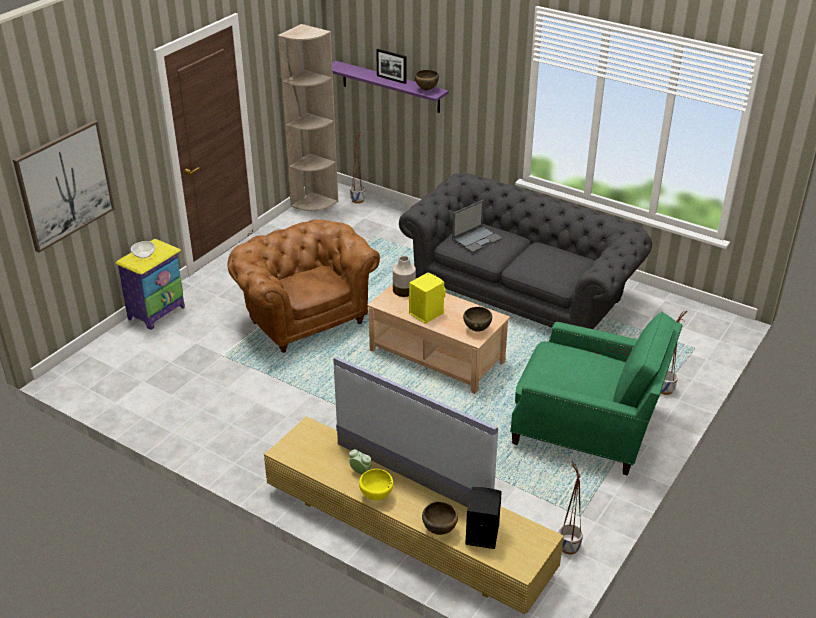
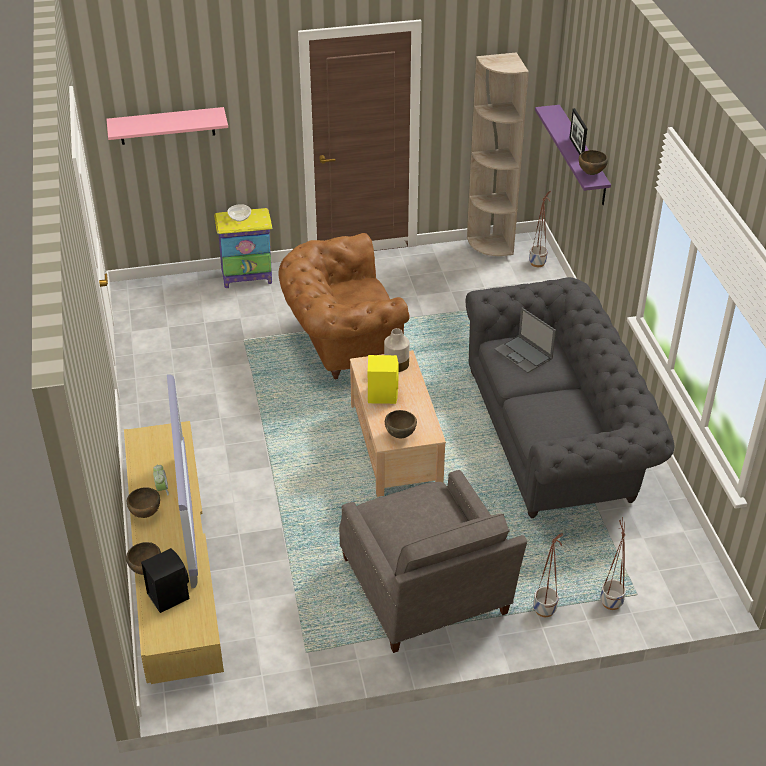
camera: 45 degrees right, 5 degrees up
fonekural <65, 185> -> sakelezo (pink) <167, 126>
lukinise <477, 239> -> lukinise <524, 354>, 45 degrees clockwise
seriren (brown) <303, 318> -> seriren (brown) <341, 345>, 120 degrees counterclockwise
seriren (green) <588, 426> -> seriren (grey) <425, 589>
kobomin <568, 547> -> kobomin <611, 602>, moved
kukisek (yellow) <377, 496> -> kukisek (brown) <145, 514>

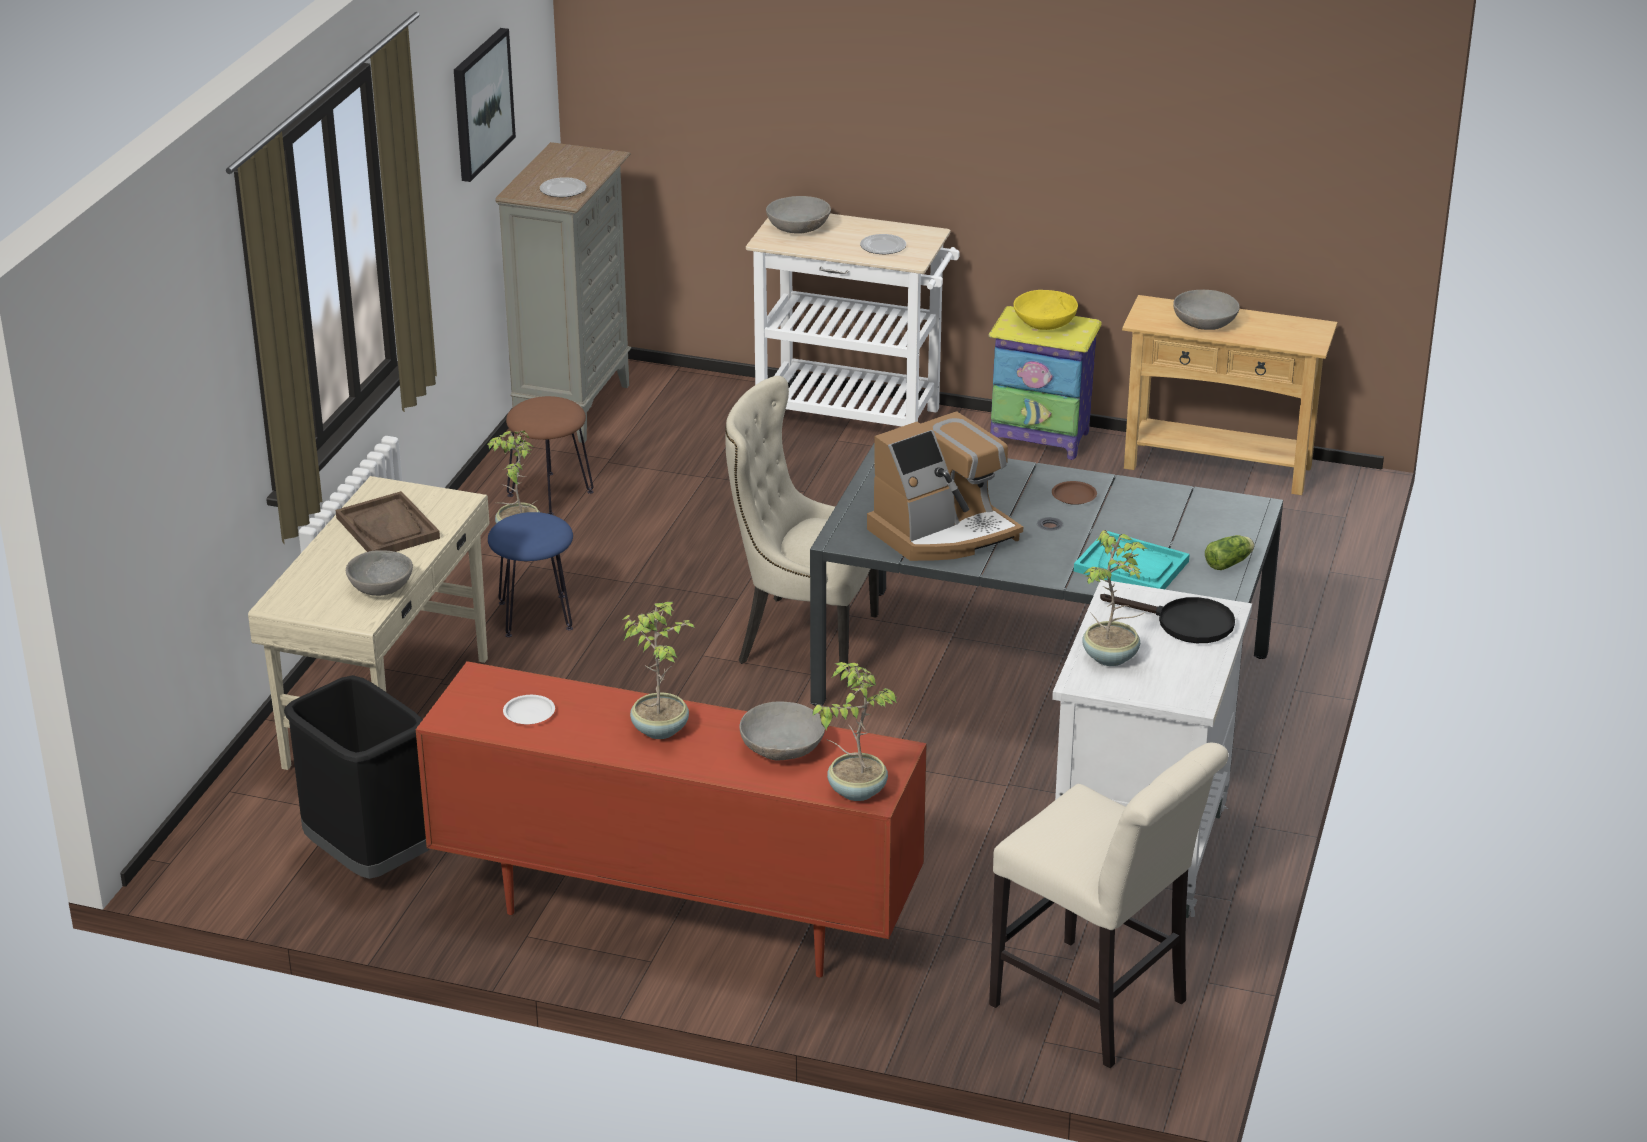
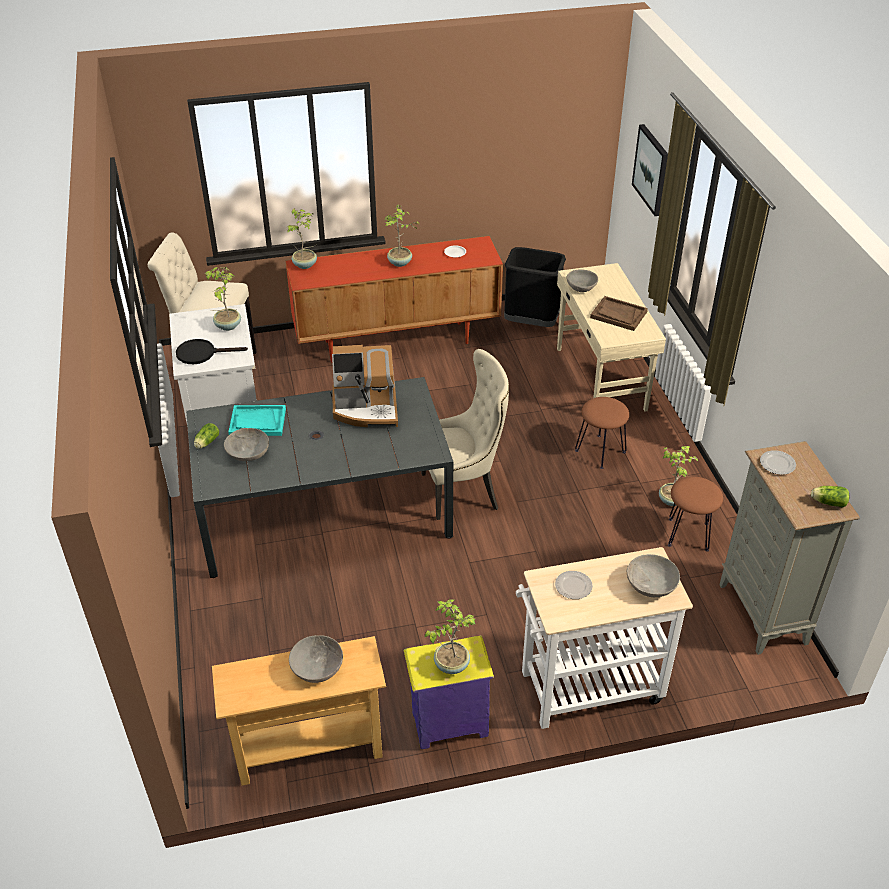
camera: 150 degrees right, 10 degrees up
fonekural <481, 103> -> fonekural <651, 169>, moved
kukisek (yellow) <1044, 322> -> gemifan <451, 664>
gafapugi <944, 533> -> gafapugi <366, 408>, 120 degrees counterclockwise
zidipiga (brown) <1074, 496> -> none
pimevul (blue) <535, 616> -> pimevul (brown) <600, 451>
kukisek (grey) <783, 748> -> kukisek (grey) <247, 453>, moved
none -> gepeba <827, 502>

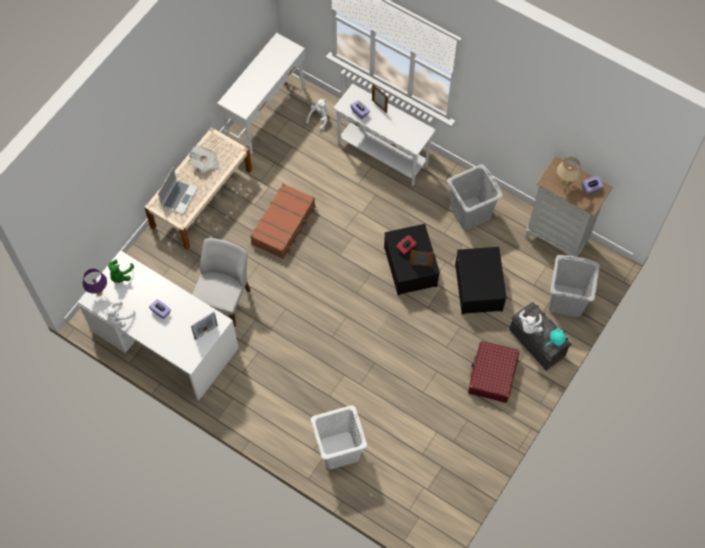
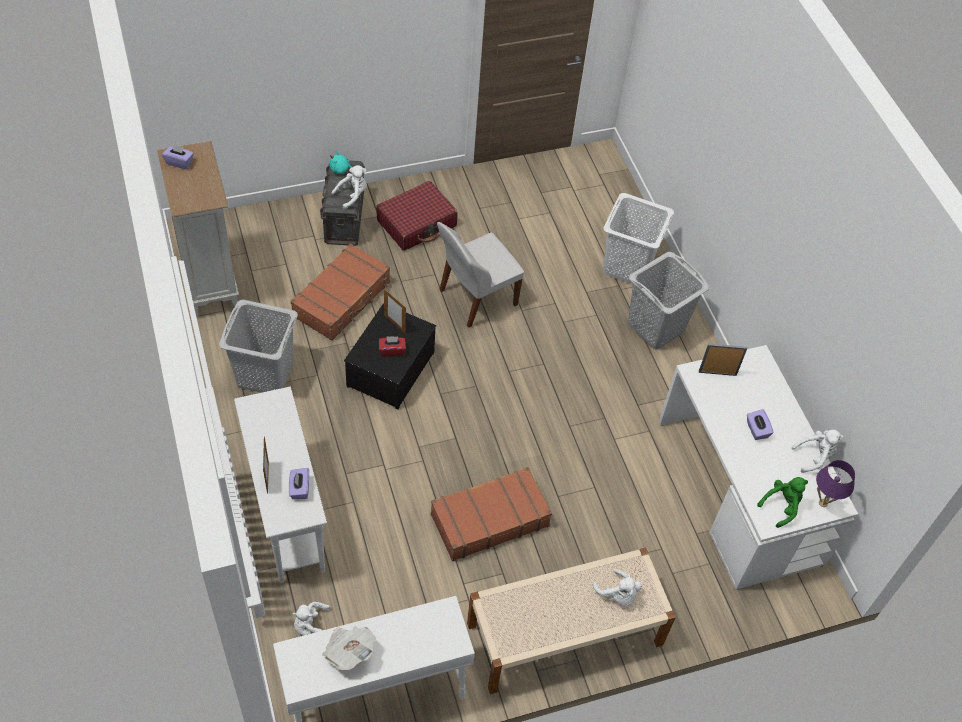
camera: 145 degrees left, 10 degrees down
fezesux <206, 163> -> fezesux <349, 651>, moved
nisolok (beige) <564, 184> -> none
lukinise <179, 197> -> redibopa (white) <617, 595>
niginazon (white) <224, 301> -> niginazon (white) <476, 298>, moved
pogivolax <479, 288> -> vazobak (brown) <342, 299>
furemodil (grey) <567, 300> -> furemodil (grey) <655, 327>, moved

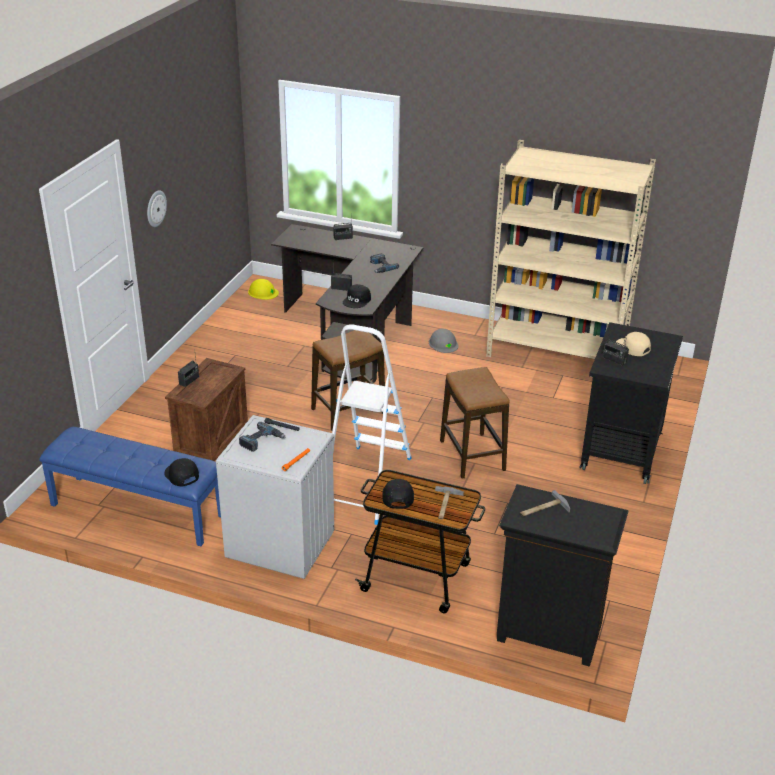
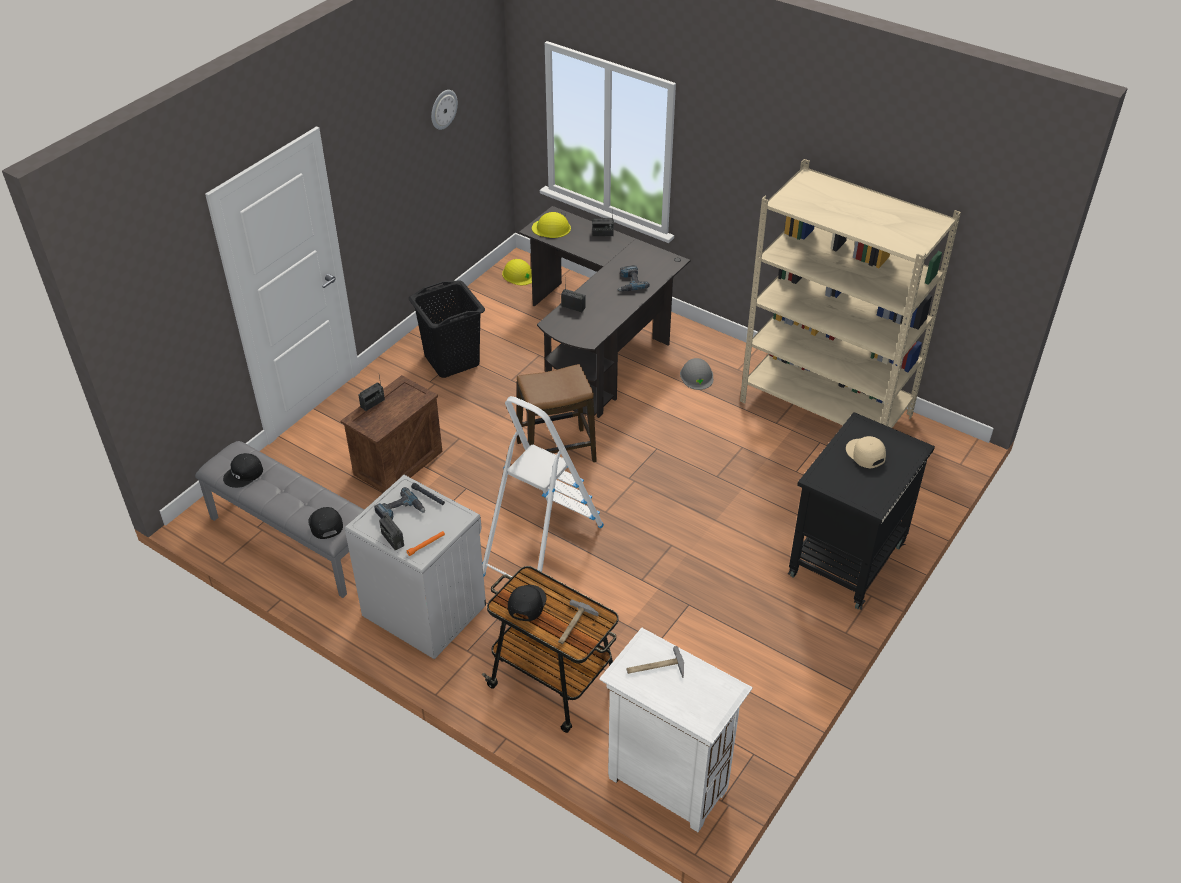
camera: 15 degrees right, 10 degrees up
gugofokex <155, 208> -> gugofokex <443, 109>, moved
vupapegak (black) <357, 300> -> vupapegak (black) <244, 474>, moved
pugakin <614, 360> -> pugakin <392, 539>, moved
pimevul <472, 456> -> none
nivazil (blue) <137, 510> -> nivazil (grey) <293, 541>
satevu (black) <546, 636> -> satevu (white) <665, 785>
none -> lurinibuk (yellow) <551, 228>
none -> furemodil (black) <452, 360>

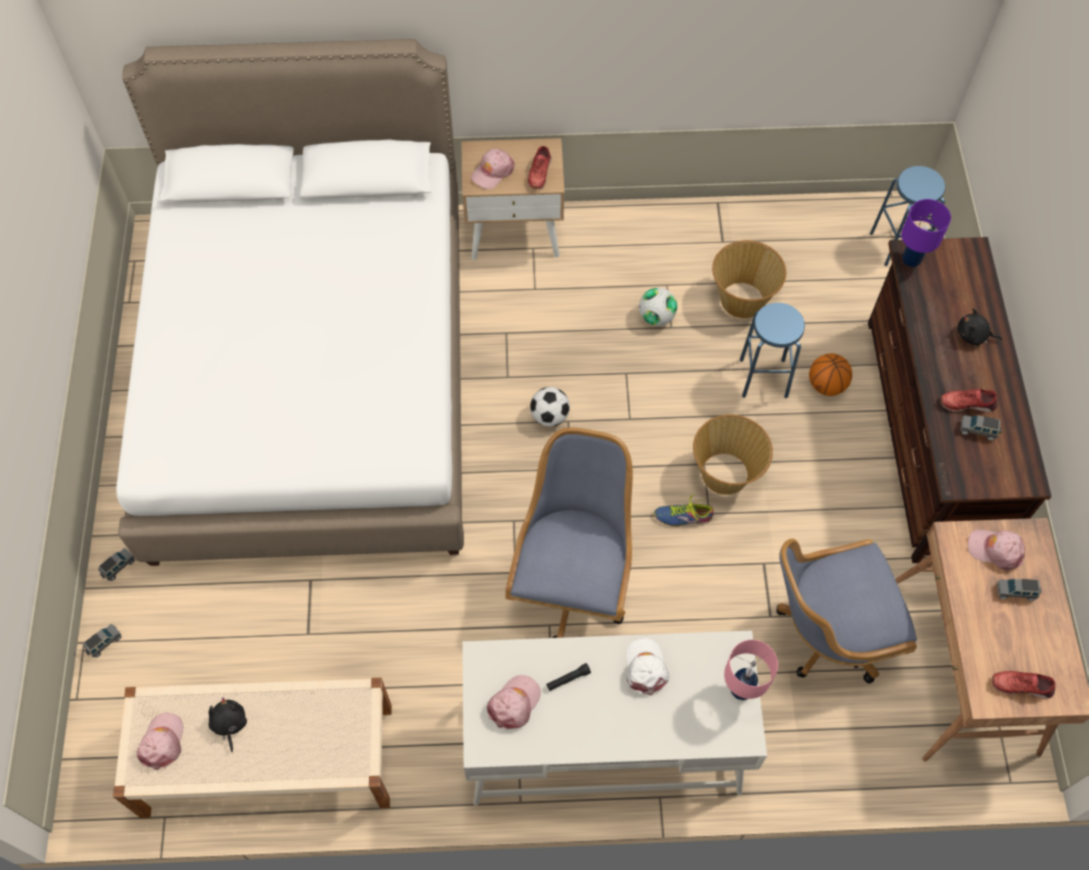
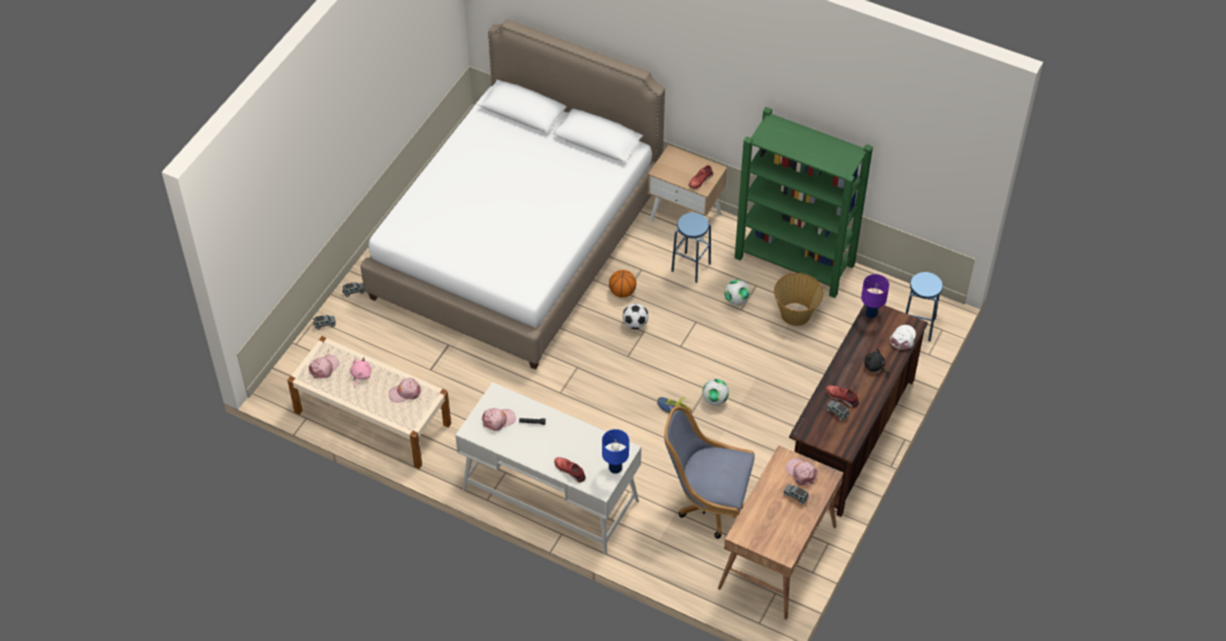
camera: 30 degrees right, 10 degrees down
vupapegak (pink) <492, 172> -> vupapegak (pink) <405, 392>, moved
pimevul (blue) <763, 378> -> pimevul (blue) <691, 267>, moved
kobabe <826, 385> -> kobabe <622, 292>, moved
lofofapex <725, 474> -> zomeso <715, 400>
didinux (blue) <572, 582> -> none
vupapegak (white) <645, 668> -> vupapegak (white) <903, 338>, moved
nisolok (pink) <740, 688> -> nisolok (blue) <615, 468>
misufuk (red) <1021, 685> -> misufuk (red) <570, 470>, moved
redibopa (black) <229, 724> -> redibopa (pink) <360, 375>
none -> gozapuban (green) <794, 261>

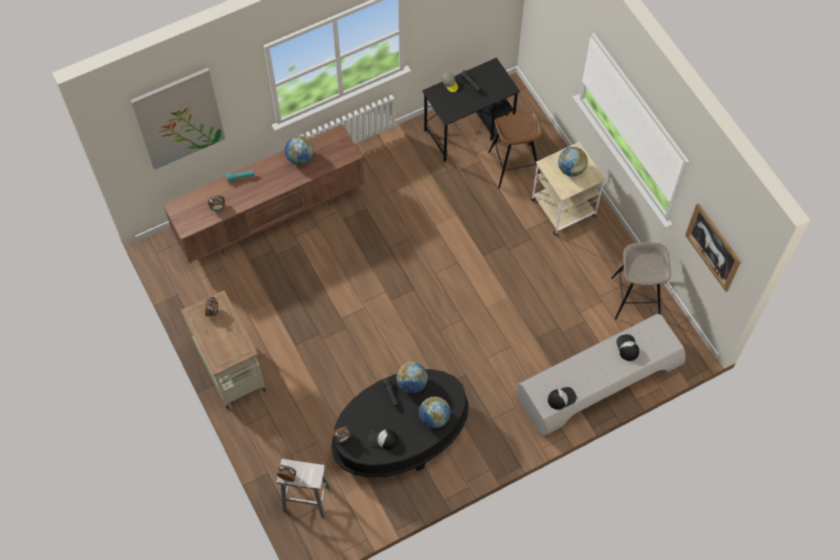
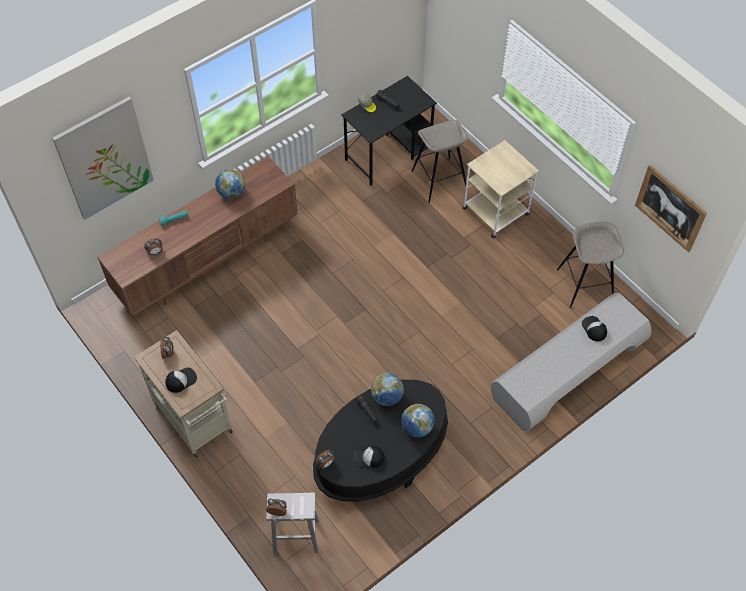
camera: 10 degrees left, 5 degrees down
pimevul (brown) <513, 166> -> pimevul (grey) <439, 180>
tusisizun <571, 169> -> none
vupapegak <561, 398> -> vupapegak <181, 380>, moved

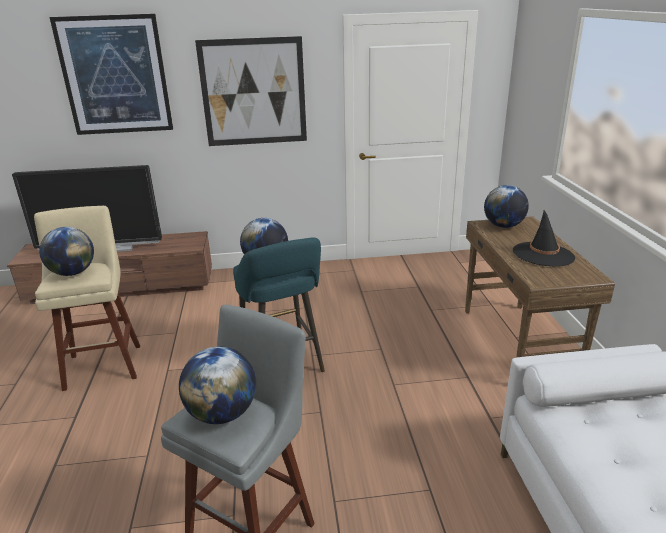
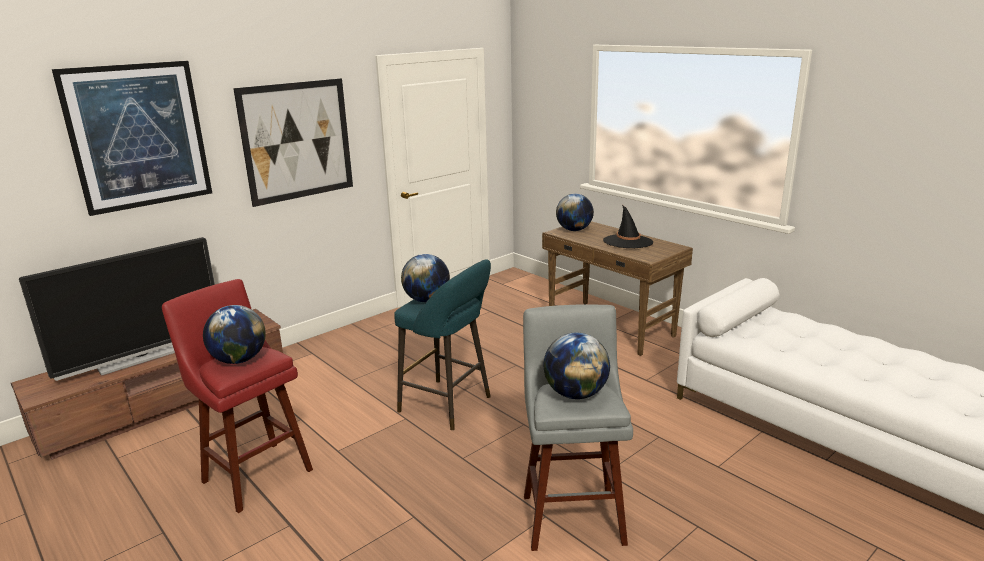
camera: 35 degrees left, 5 degrees down
pimevul (beige) <104, 365> -> pimevul (red) <256, 473>

